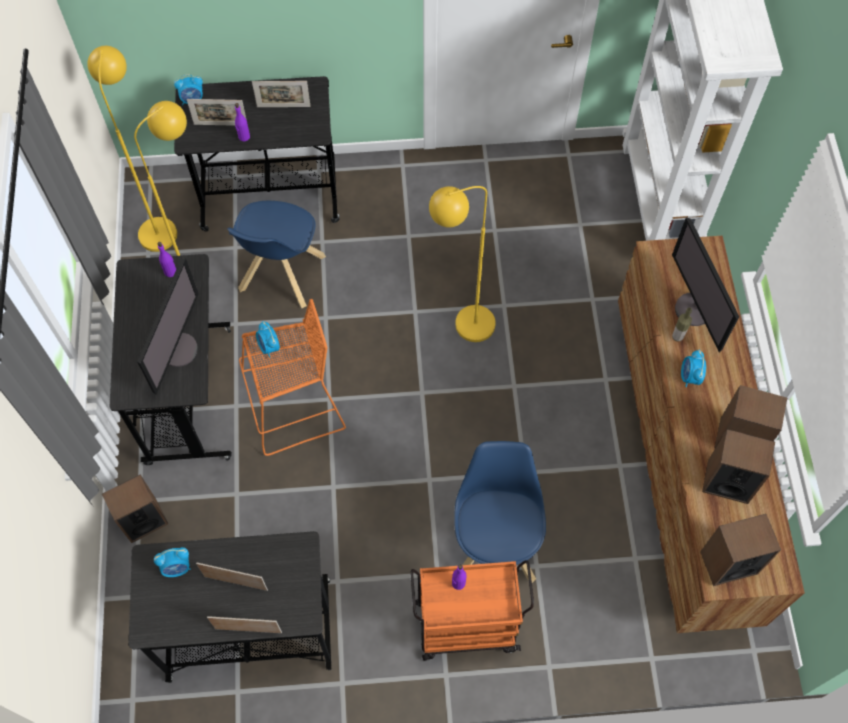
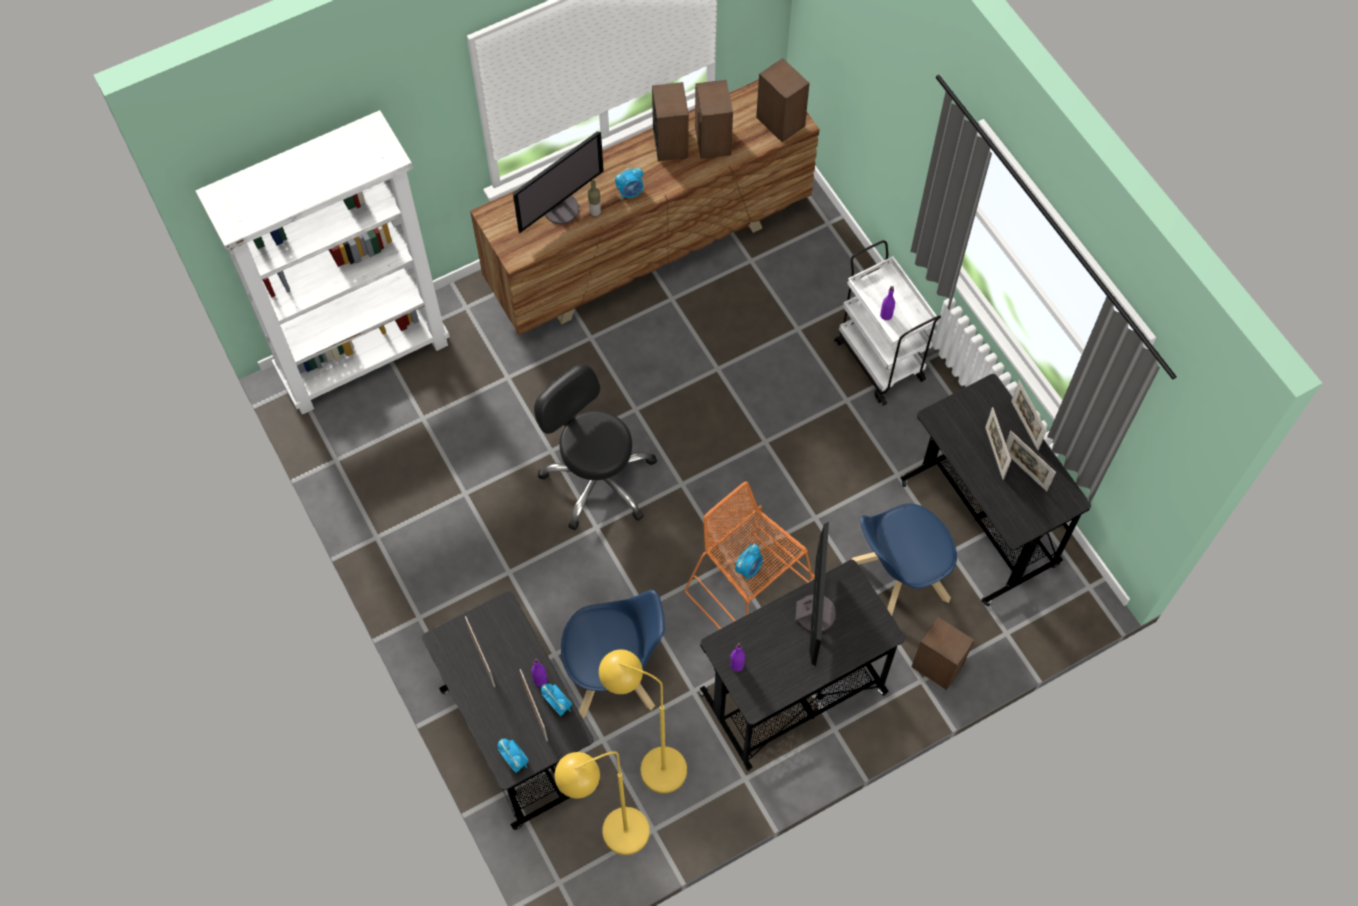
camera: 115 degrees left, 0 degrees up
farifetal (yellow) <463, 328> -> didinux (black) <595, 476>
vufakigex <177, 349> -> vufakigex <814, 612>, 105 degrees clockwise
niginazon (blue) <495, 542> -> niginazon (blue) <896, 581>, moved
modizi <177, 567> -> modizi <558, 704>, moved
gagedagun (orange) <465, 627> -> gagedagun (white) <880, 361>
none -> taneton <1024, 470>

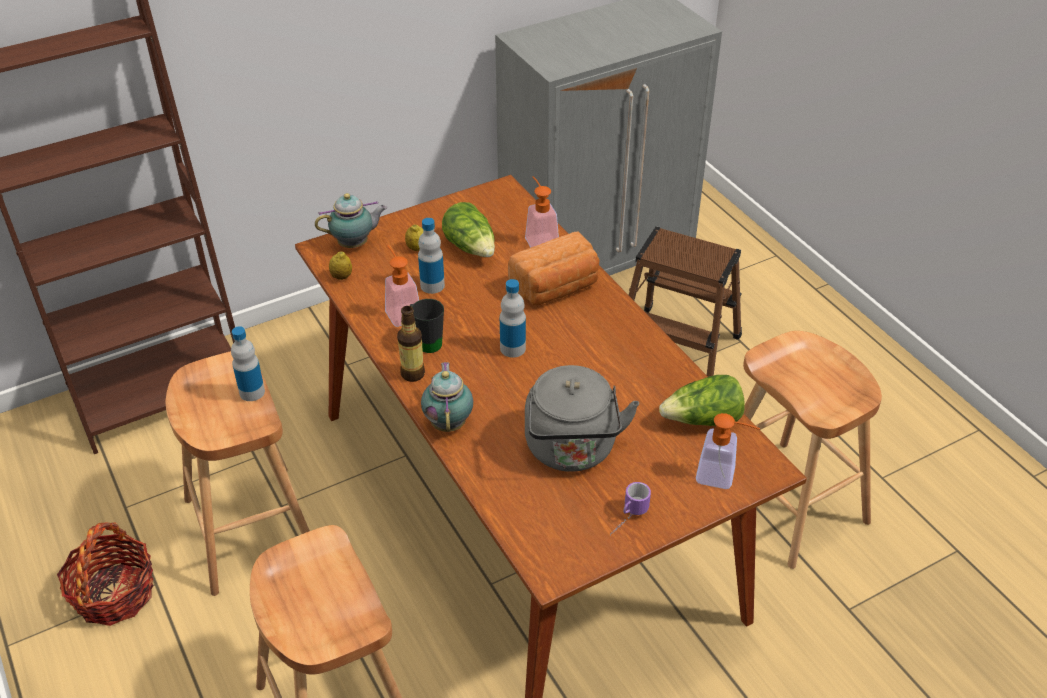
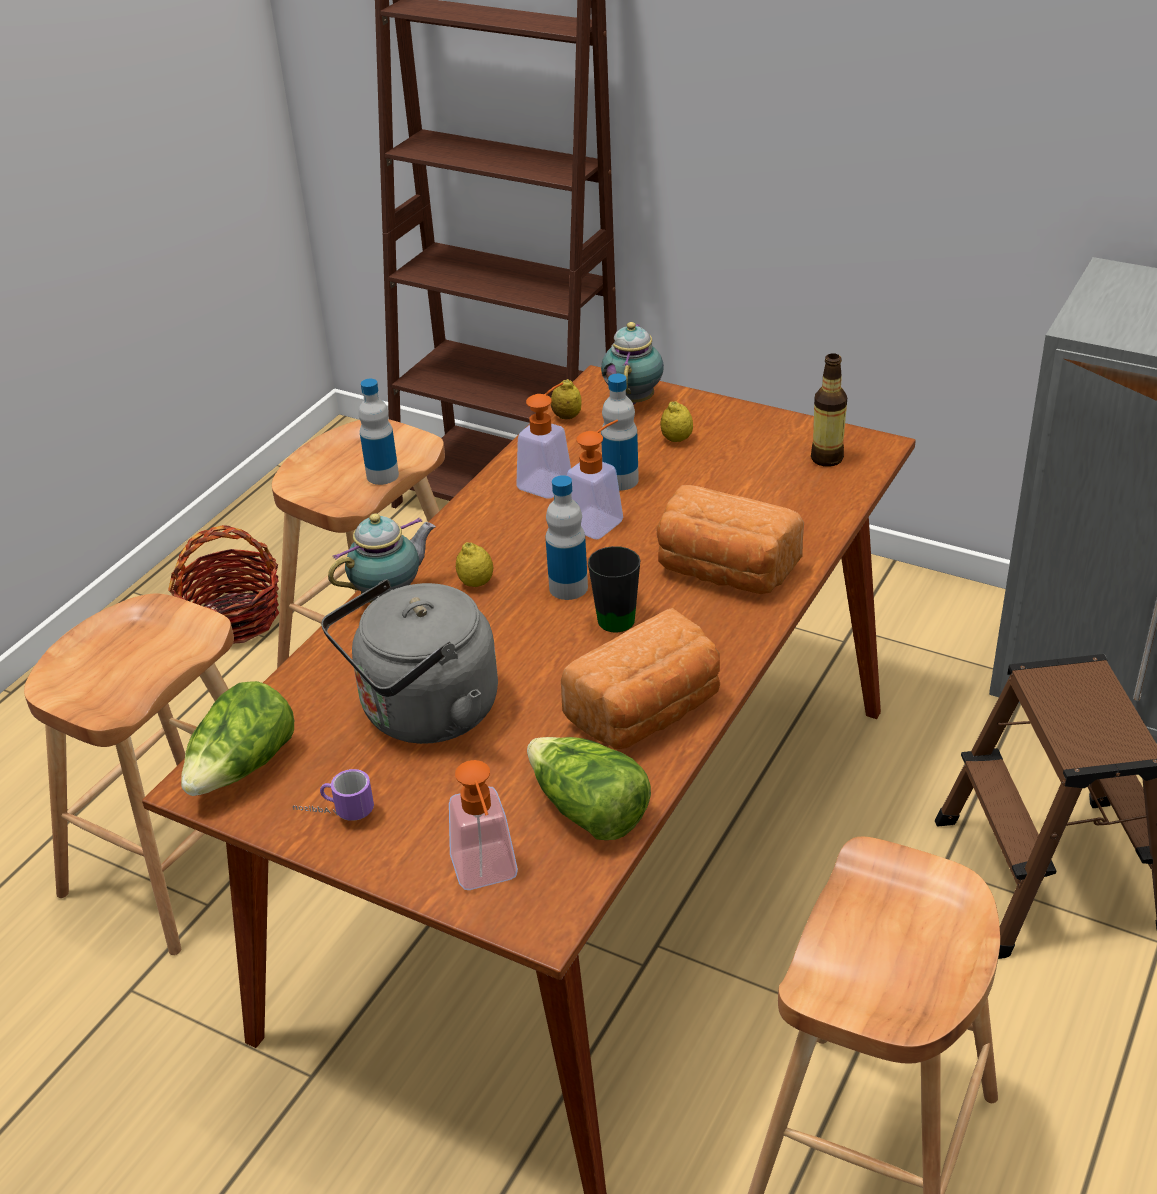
camera: 60 degrees right, 5 degrees down
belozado <539, 239> -> belozado <600, 519>, moved
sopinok <355, 244> -> sopinok <634, 399>, 120 degrees counterclockwise
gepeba <471, 247> -> gepeba <243, 767>, moved
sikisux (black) <425, 341> -> sikisux (black) <619, 614>, moved
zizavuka <413, 374> -> zizavuka <826, 458>, moved
none -> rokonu <476, 583>
none -> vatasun <648, 712>

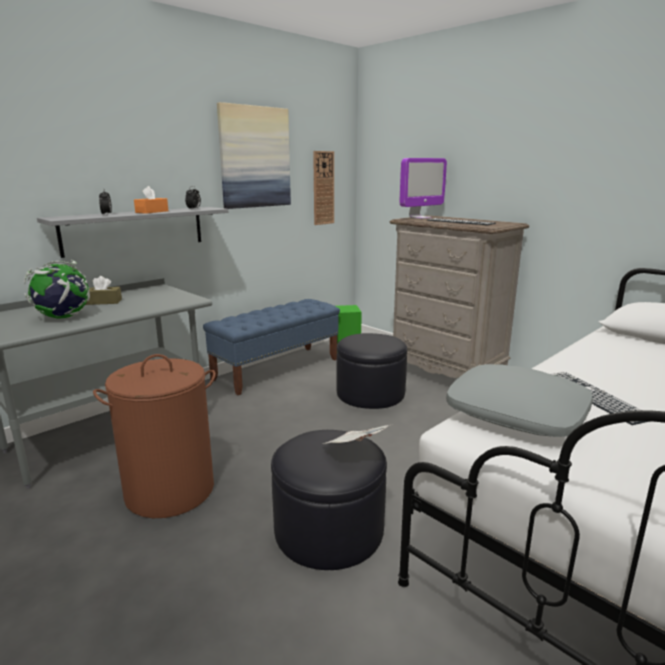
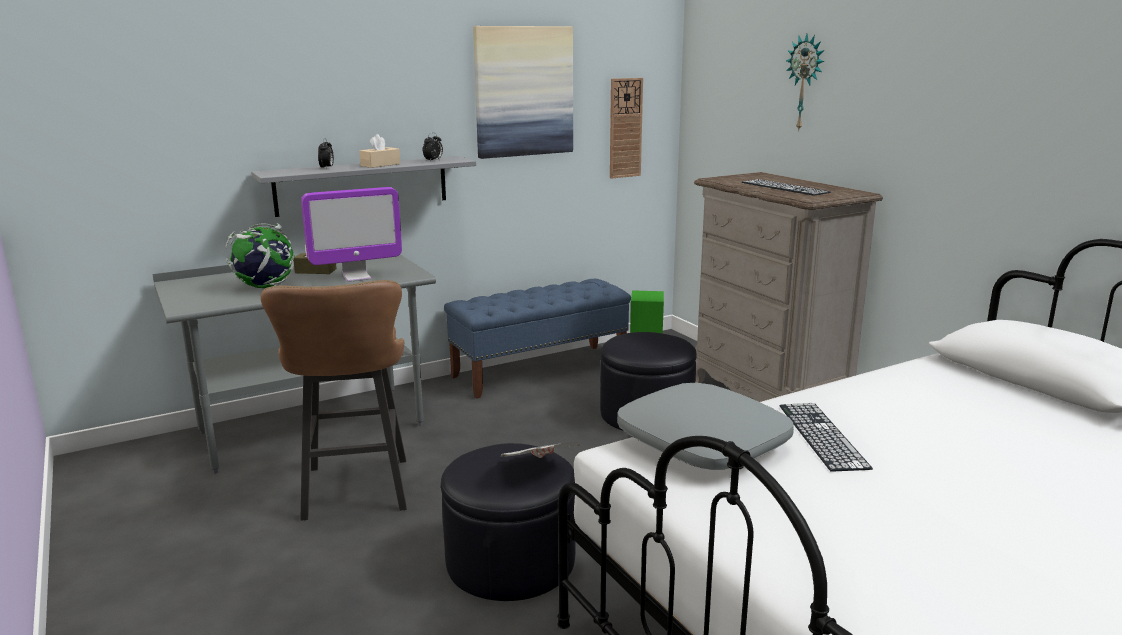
camera: 15 degrees right, 0 degrees up
vufakigex <420, 218> -> vufakigex <357, 277>, moved
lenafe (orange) <152, 212> -> lenafe (beige) <380, 165>
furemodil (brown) <169, 491> -> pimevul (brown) <355, 496>
none -> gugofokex <805, 82>

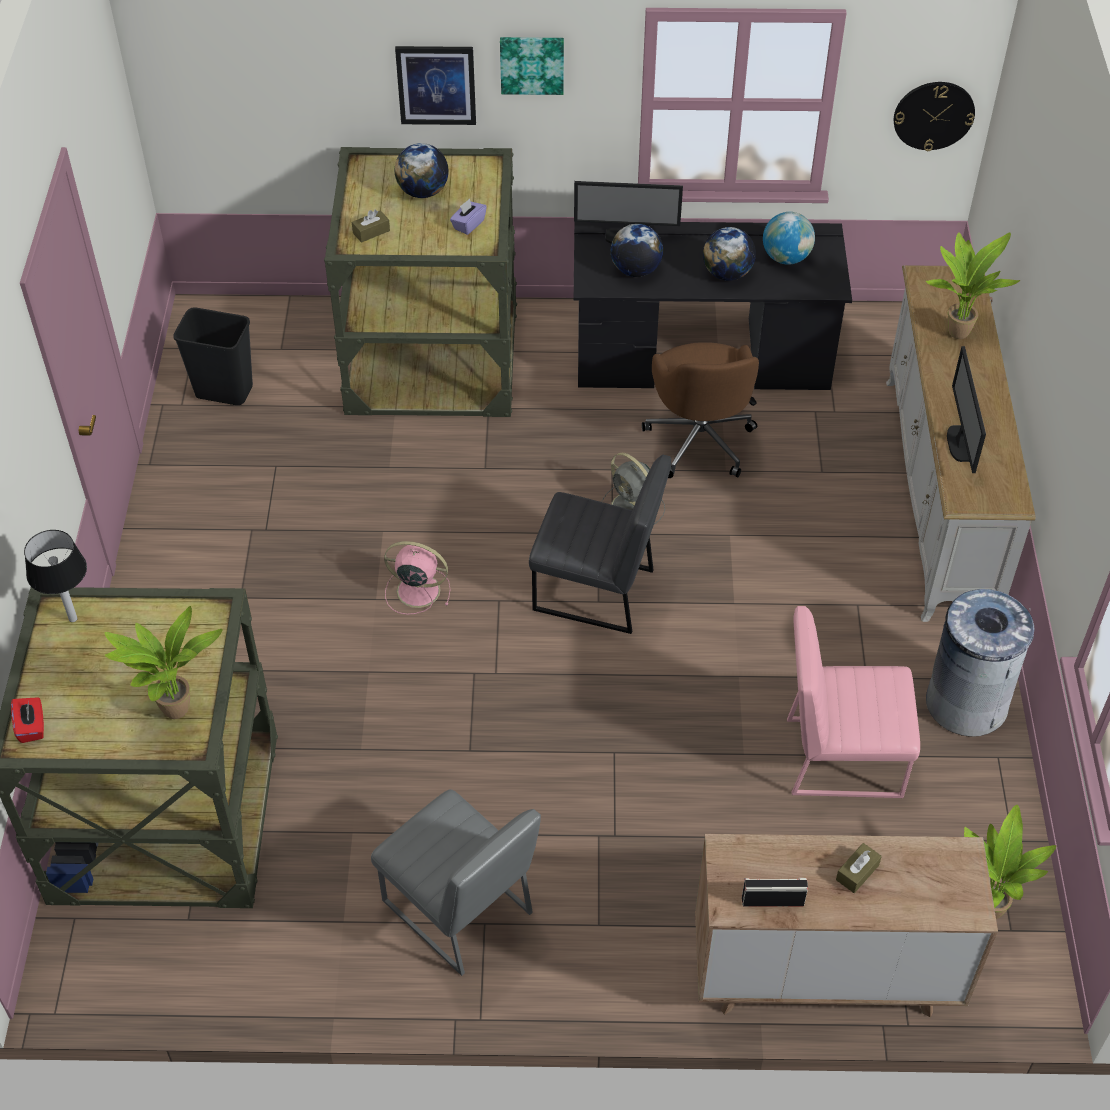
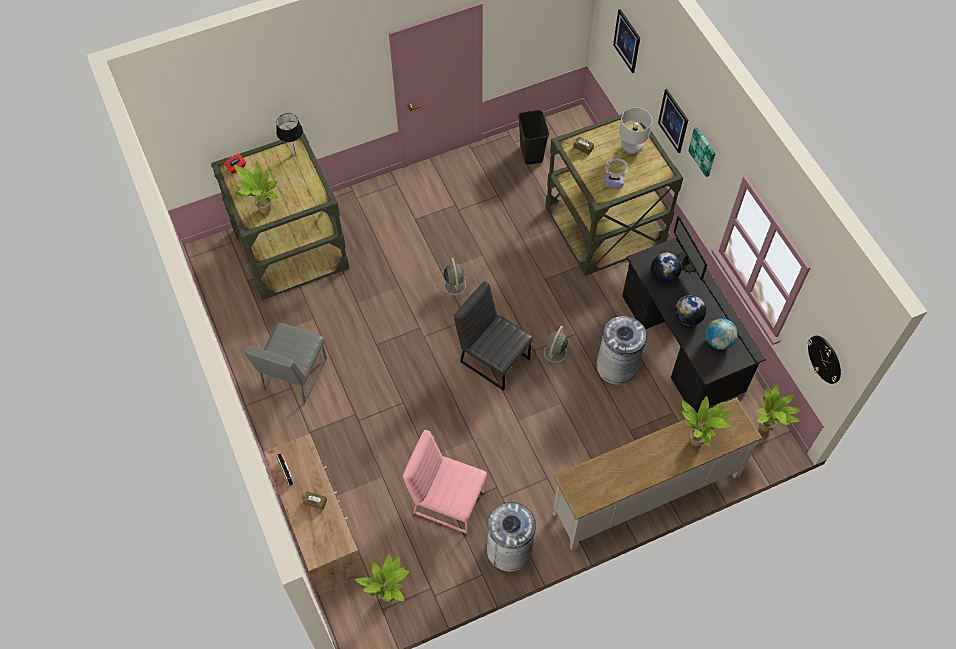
camera: 65 degrees right, 10 degrees up
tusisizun <423, 192> -> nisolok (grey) <625, 155>
didinux (brown) <700, 443> -> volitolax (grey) <617, 366>
vufakigex <959, 444> -> none
niginazon (grey) <597, 591> -> niginazon (grey) <493, 358>, 135 degrees clockwise
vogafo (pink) <416, 590> -> vogafo (grey) <454, 284>
niginazon (pink) <839, 756> -> niginazon (pink) <447, 500>, 45 degrees counterclockwise
none -> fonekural <627, 41>
none -> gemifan <767, 427>

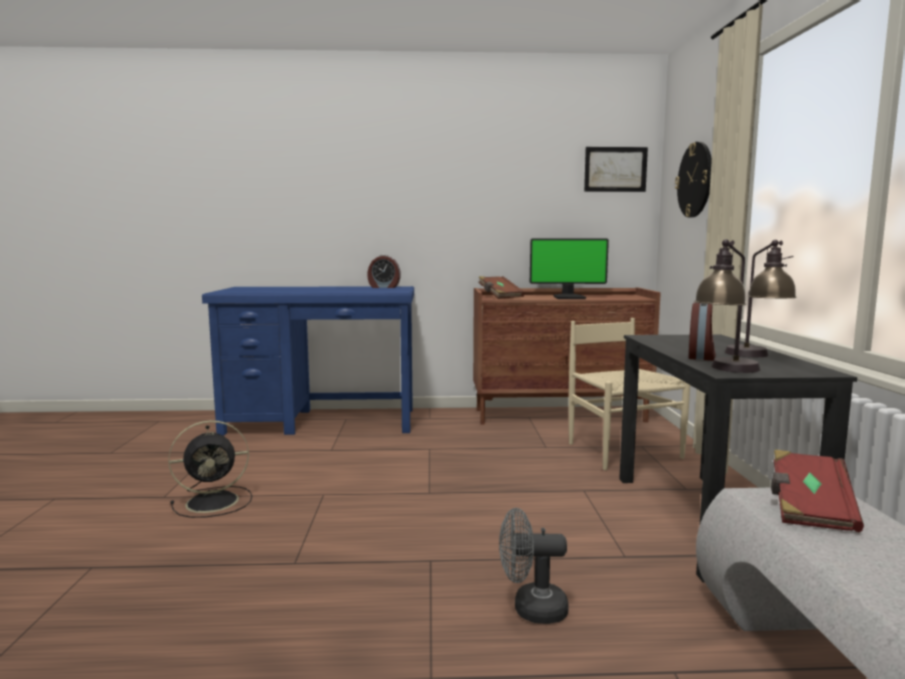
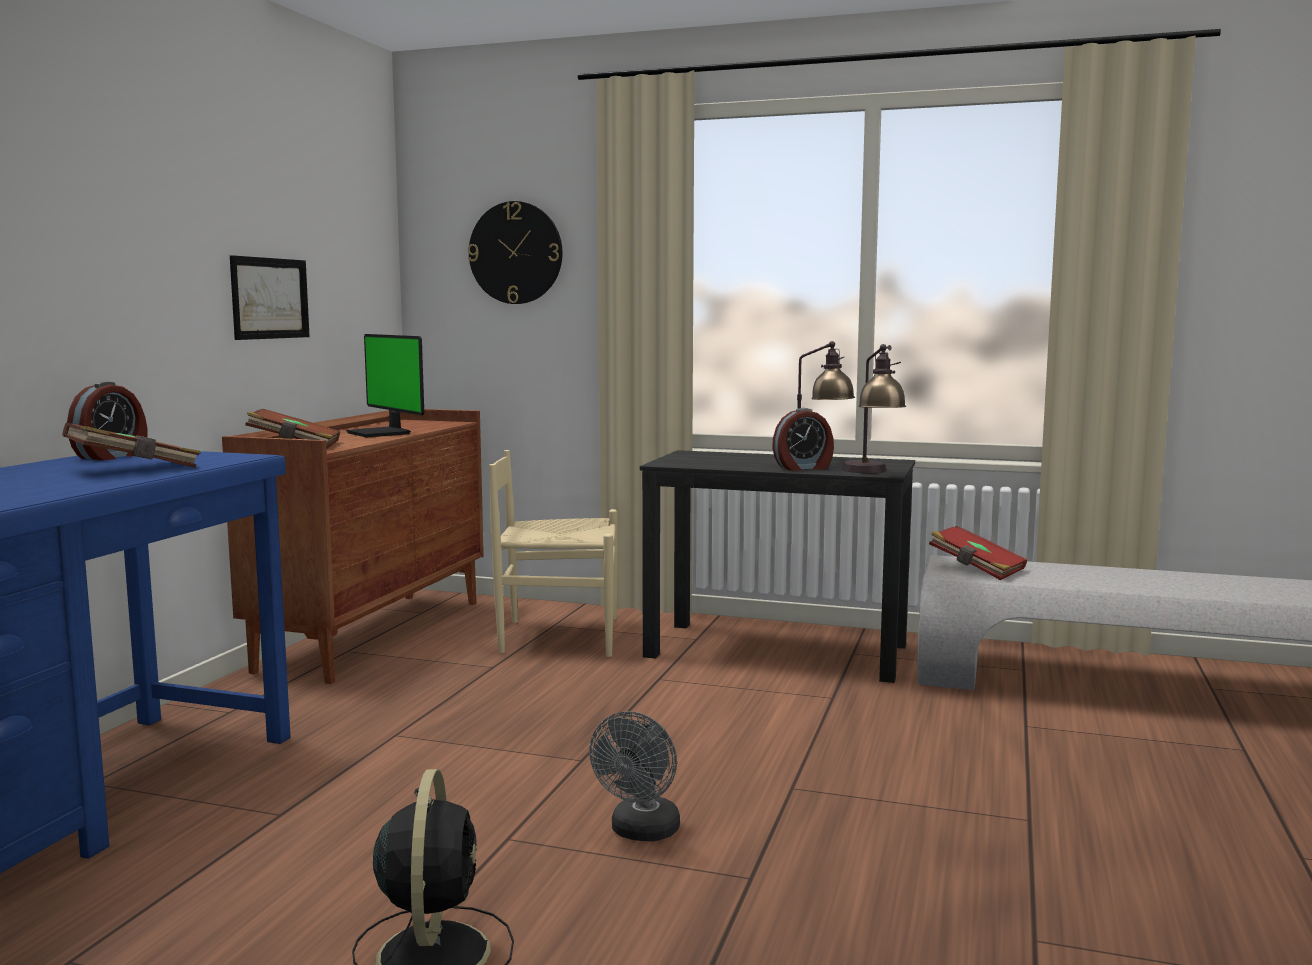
camera: 70 degrees left, 0 degrees up
fonekural <615, 169> -> fonekural <270, 298>, moved
vufakigex <569, 297> -> vufakigex <382, 433>, 120 degrees clockwise
modizi <702, 356> -> modizi <803, 468>, 120 degrees clockwise
vogafo (grey) <531, 609> -> vogafo (grey) <641, 832>, moved
none -> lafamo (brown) <134, 469>

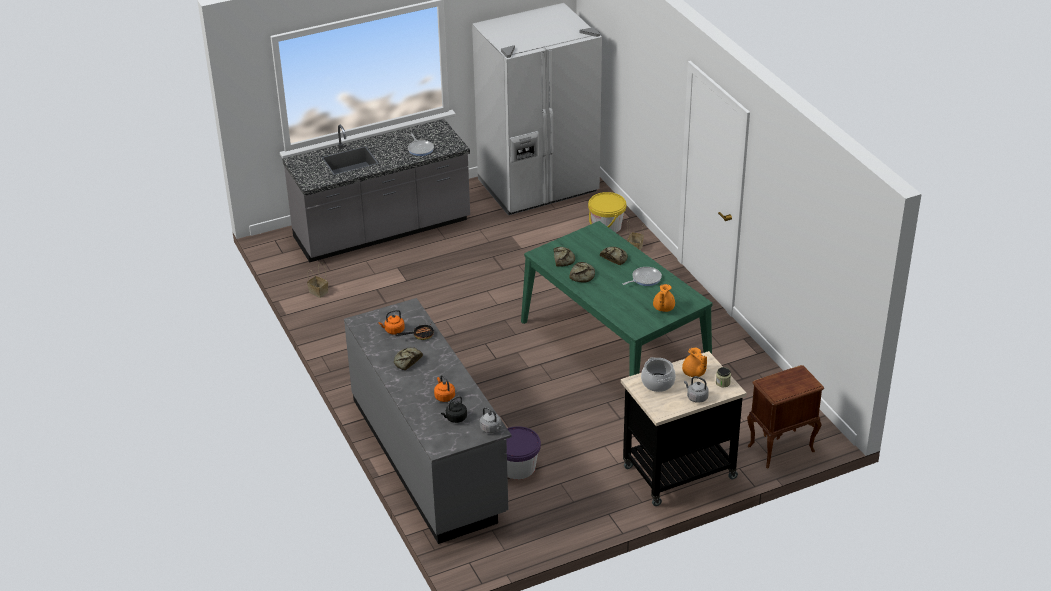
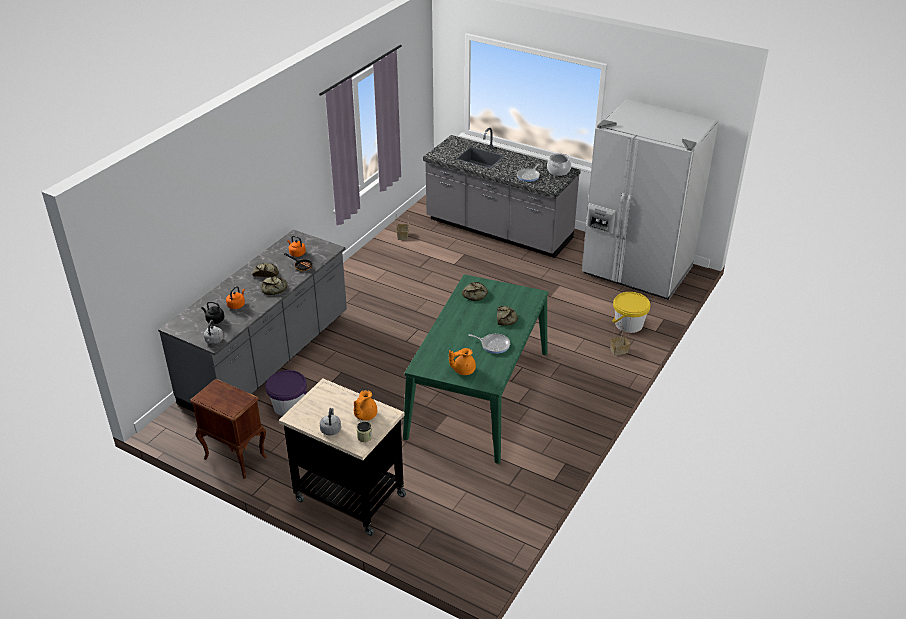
camera: 55 degrees right, 0 degrees up
vatasun <583, 275> -> vatasun <274, 289>, moved
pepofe <657, 383> -> pepofe <558, 171>, moved
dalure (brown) <780, 449> -> dalure (brown) <235, 458>, moved

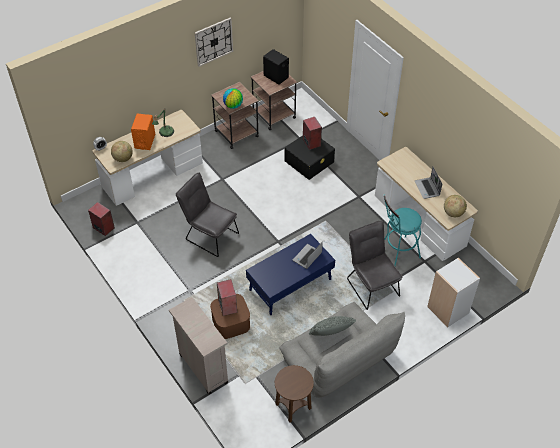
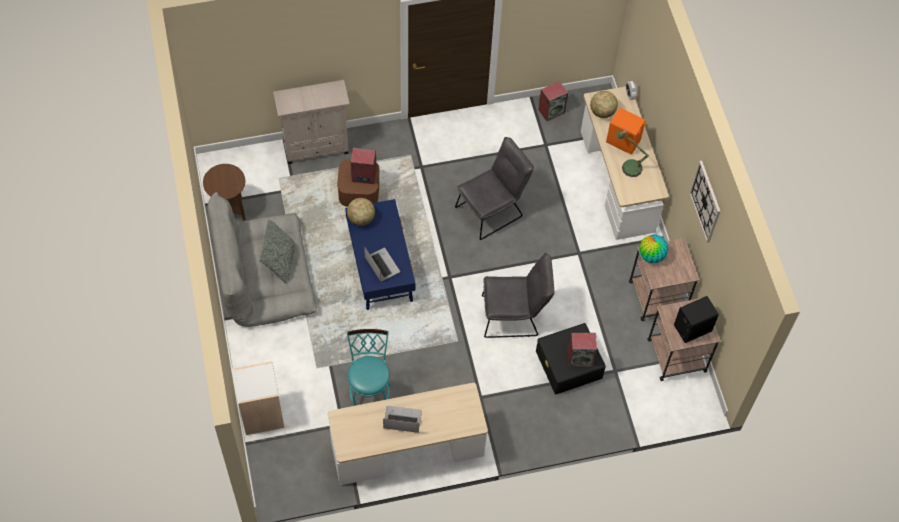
camera: 110 degrees right, 10 degrees up
tusisizun <453, 213> -> tusisizun <361, 219>, moved
niginazon (grey) <371, 284> -> niginazon (grey) <514, 316>, moved

